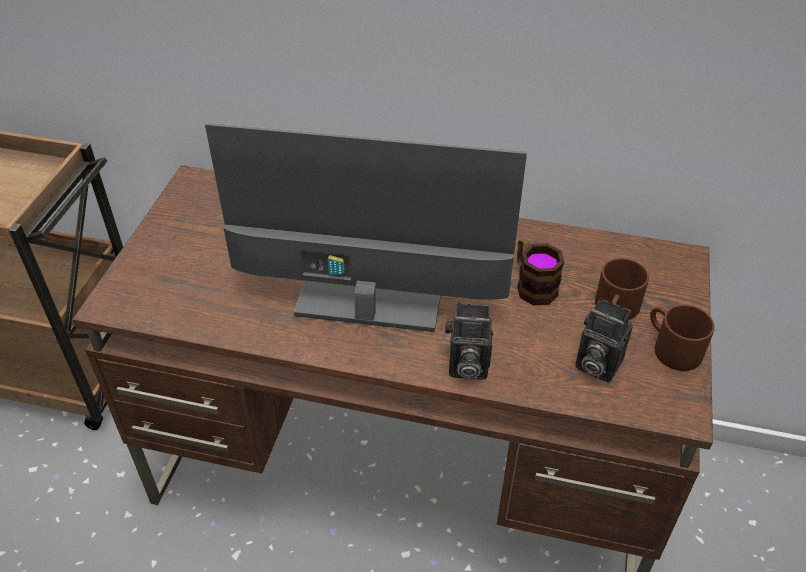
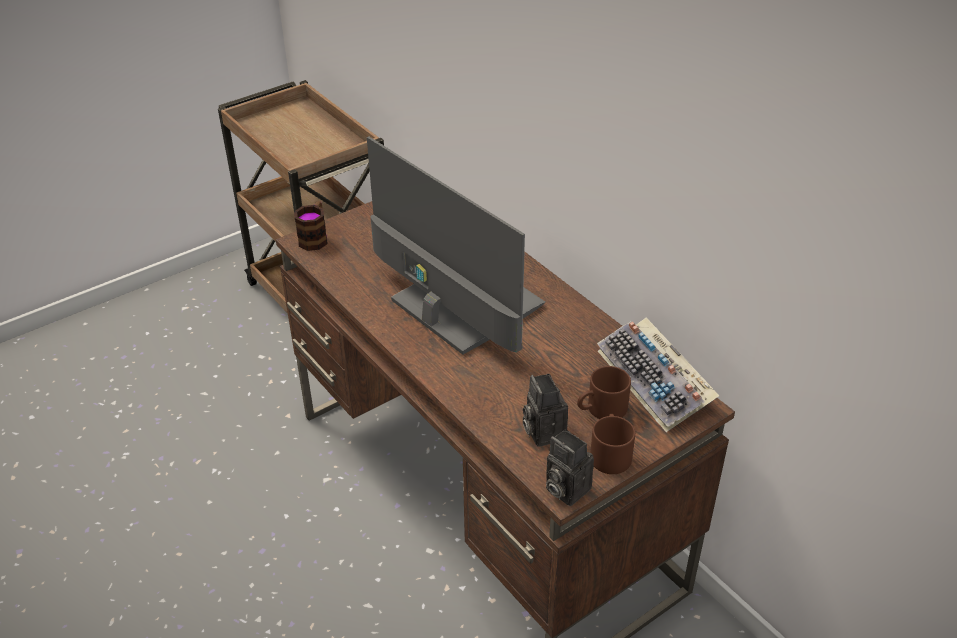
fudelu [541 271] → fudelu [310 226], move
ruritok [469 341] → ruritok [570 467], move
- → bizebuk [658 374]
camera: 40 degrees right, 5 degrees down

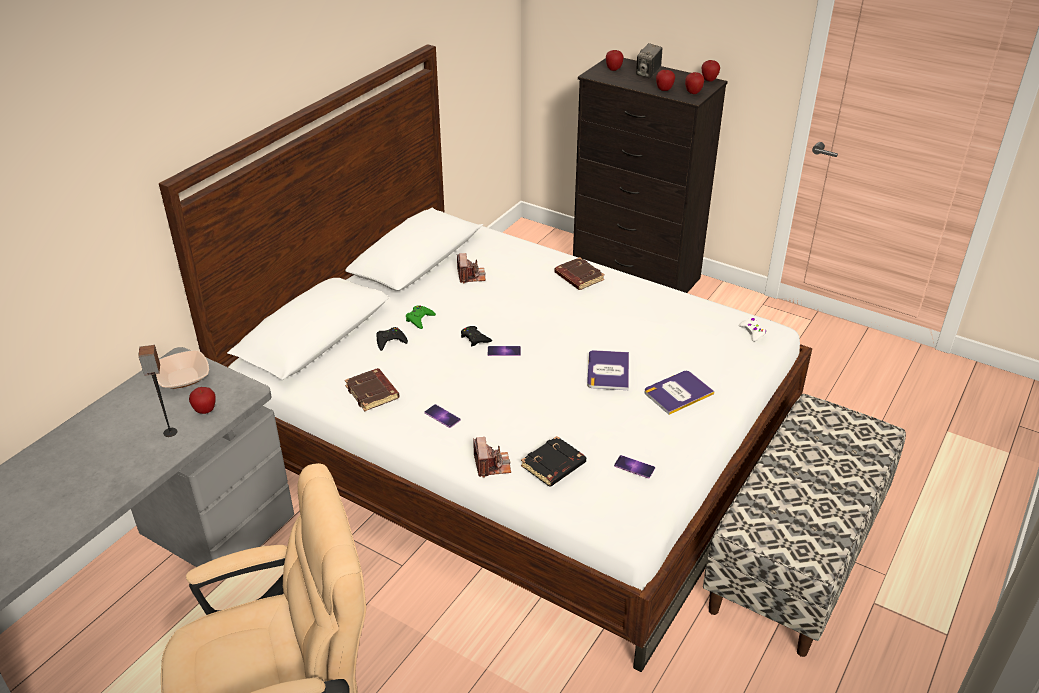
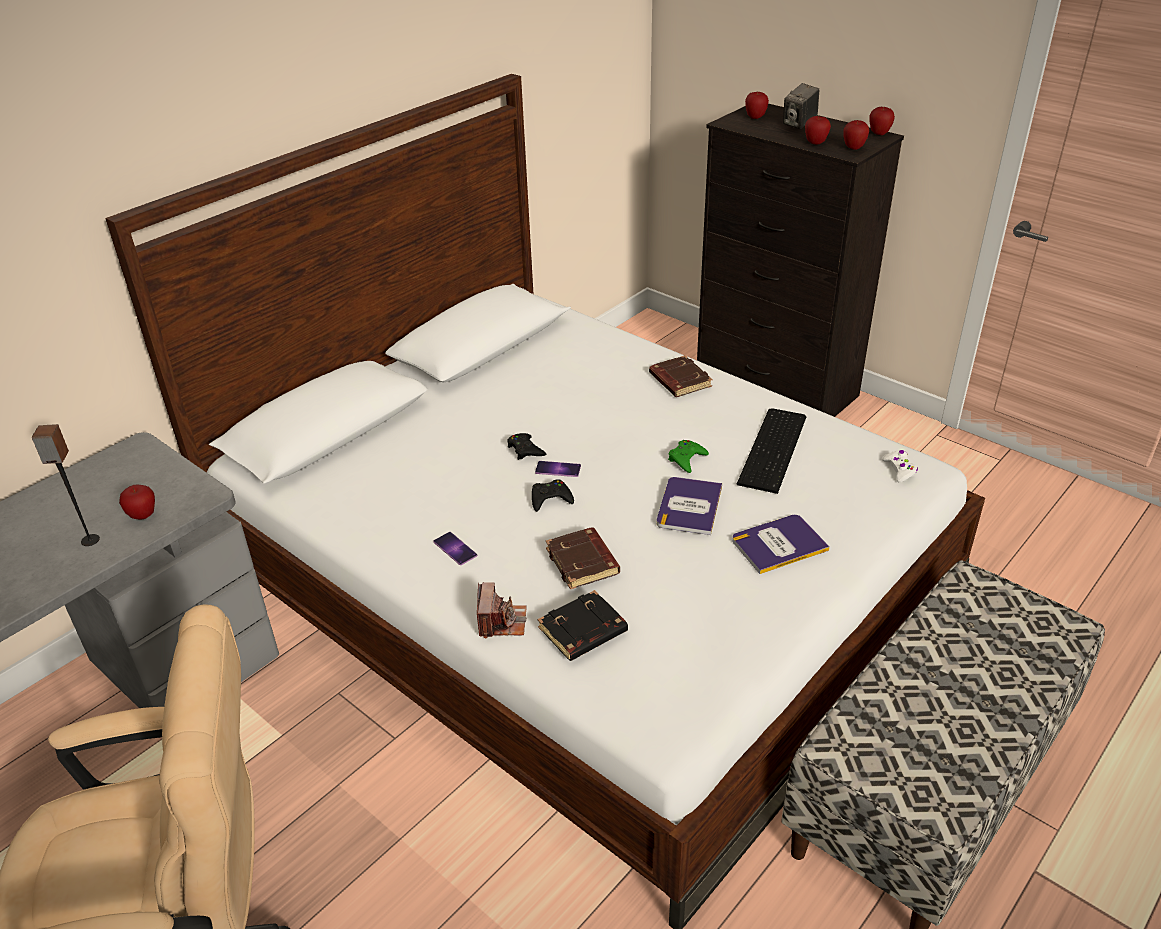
ruritok [471 268] → -
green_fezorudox [421 317] → green_fezorudox [688 456], move
black_fezorudox [392 339] → black_fezorudox [553 496], move
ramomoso [182 369] → -
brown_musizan [372 389] → brown_musizan [582 558], move
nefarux [634 466] → -
- → bizebuk [772 451]
camera: 10 degrees right, 0 degrees up

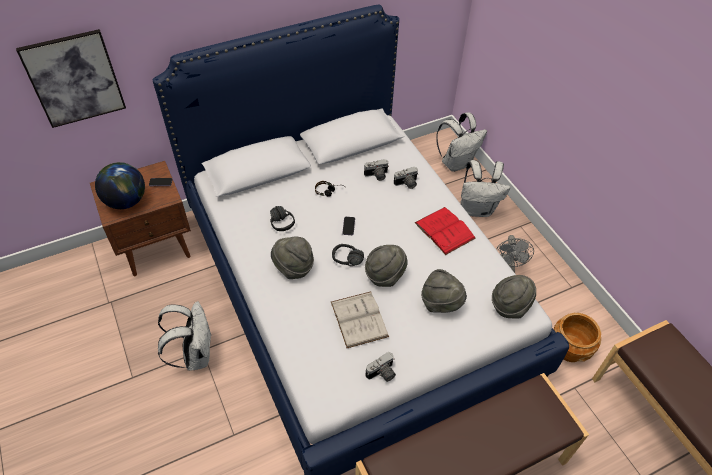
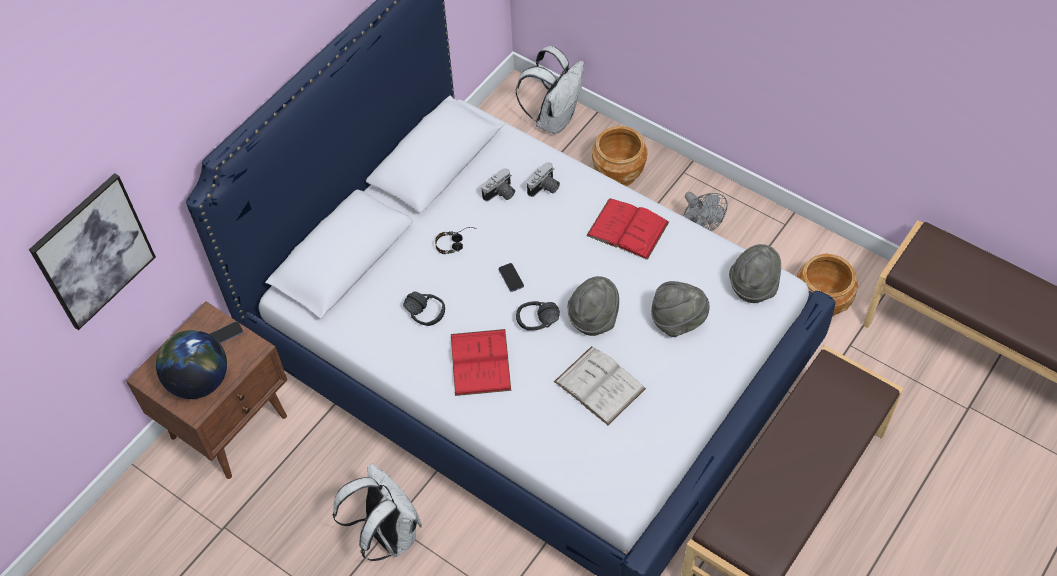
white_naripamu [485 188] → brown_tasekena [619 156]
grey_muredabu [292 258] → red_musizan [481 362]
ruritok [381 367] → -
camera: 25 degrees left, 5 degrees up

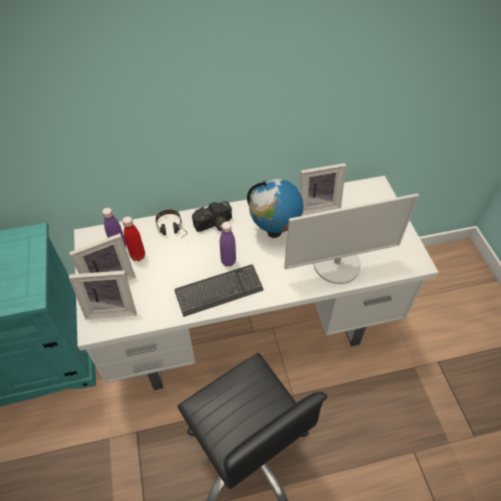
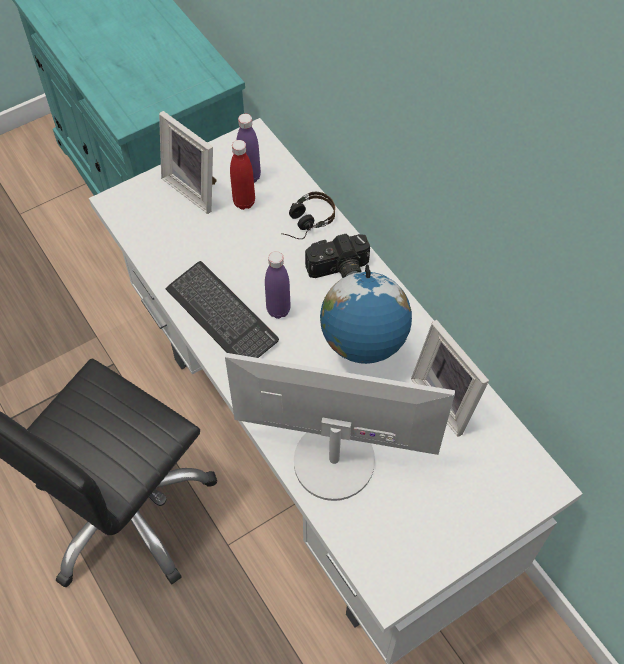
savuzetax [351 238] → savuzetax [340 427], 135 degrees clockwise
ruritok [212 216] → ruritok [337 256], 60 degrees counterclockwise
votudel [103 295] → -
camera: 70 degrees right, 5 degrees up

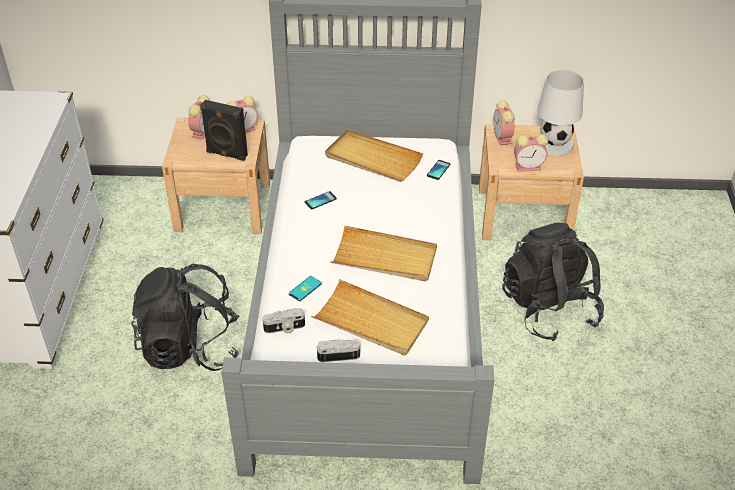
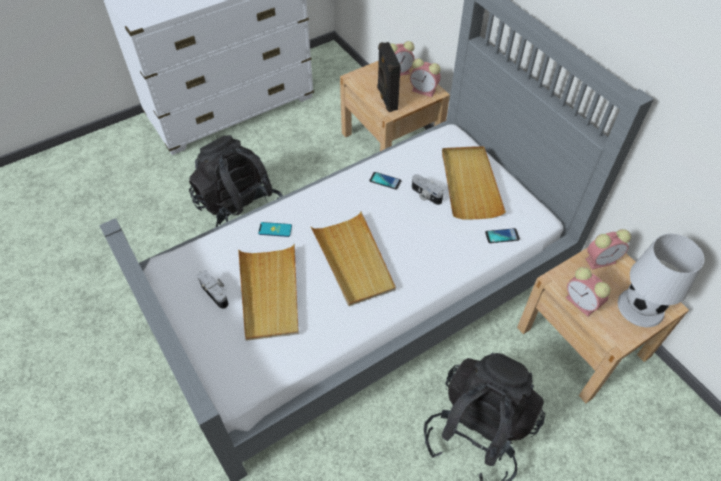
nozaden [504 123] → nozaden [608 249], 150 degrees counterclockwise
ruritok [283 320] → ruritok [428 189], move
camera: 55 degrees right, 10 degrees up

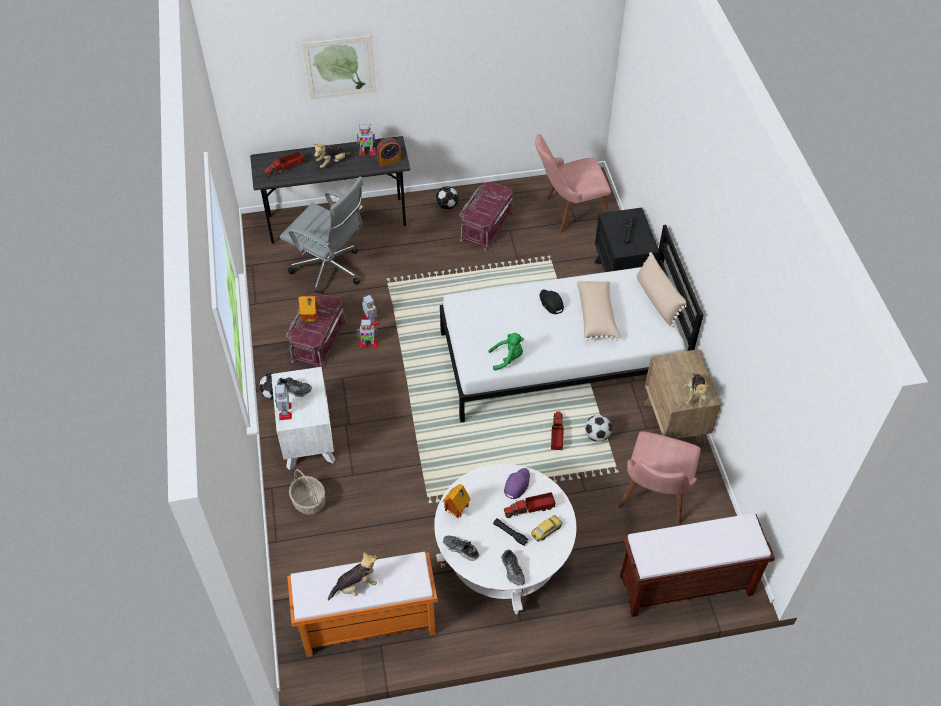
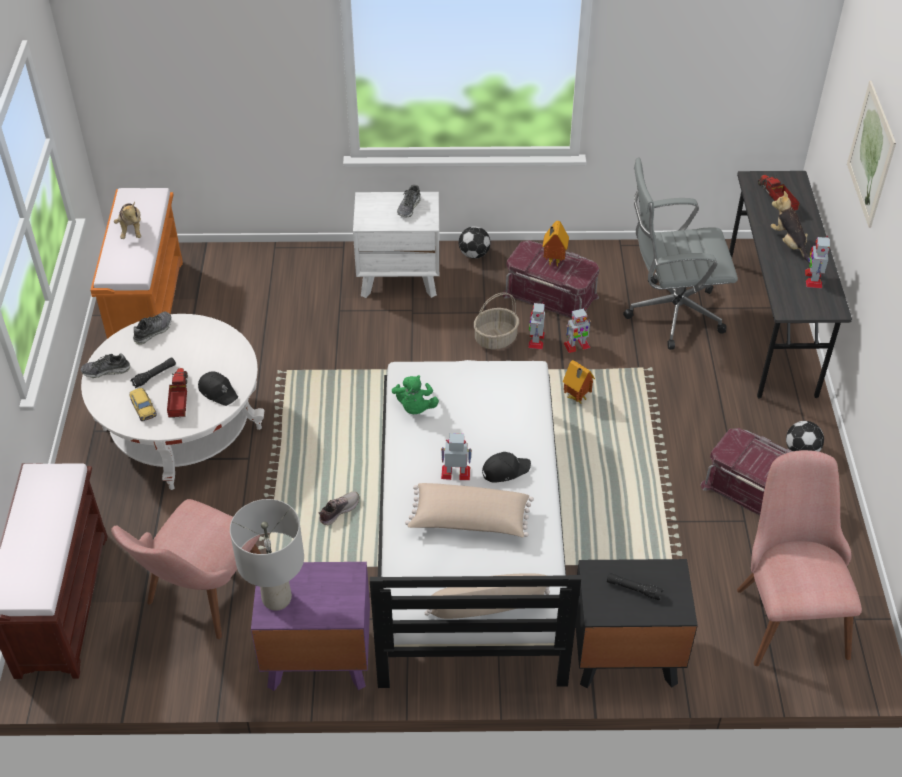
nozaden [389 152] → -
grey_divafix [322 234] → grey_divafix [680 253], 45 degrees clockwise
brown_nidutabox [682 397] → purple_nidutabox [310 626]
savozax [696 390] → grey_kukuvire [267 555]
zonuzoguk [283 401] → zonuzoguk [456 456], move
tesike [557 430] → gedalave [339 508]
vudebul [598 428] → -
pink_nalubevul [660 478] → pink_nalubevul [186 569], 90 degrees counterclockwise
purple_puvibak [517 483] → black_puvibak [218 388]
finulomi [307 492] → finulomi [496 321], move
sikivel [456 501] → sikivel [579 382], move
camera: 100 degrees right, 5 degrees down

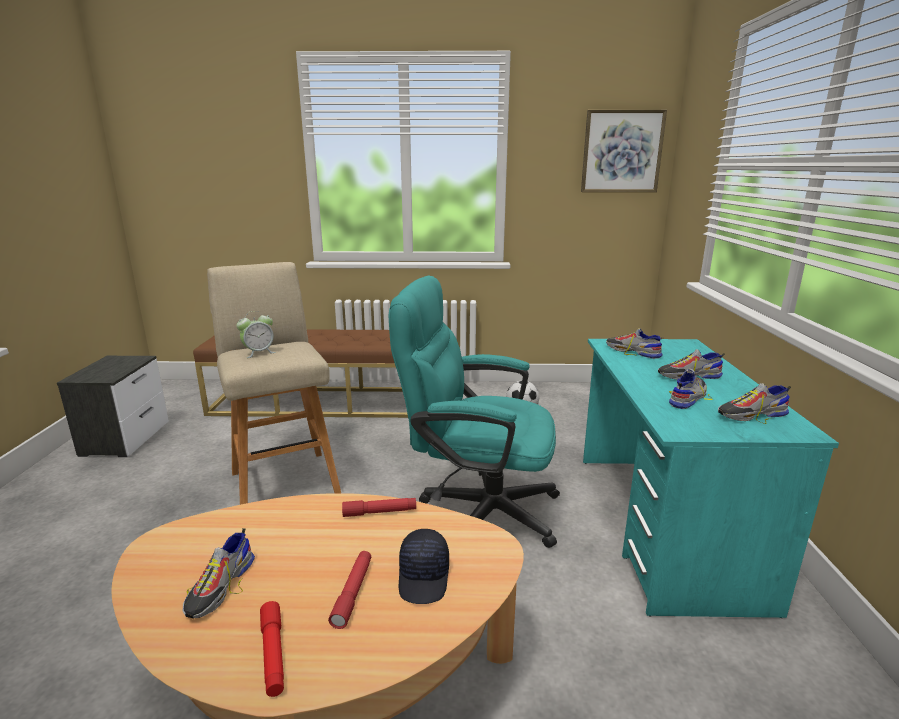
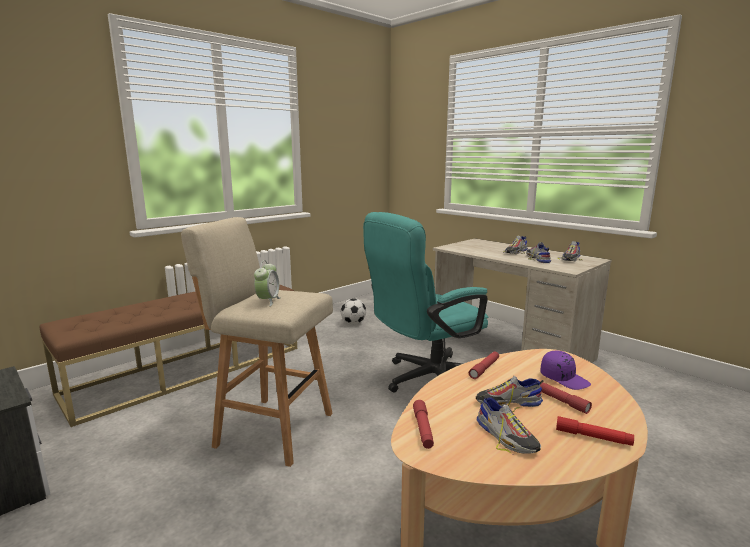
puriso [624 151] → -
gedalave [634 343] → gedalave [509 394], move
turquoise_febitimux [711 478] → beige_febitimux [522 301]
black_puvibak [424 566] → purple_puvibak [565 370]
- → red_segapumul [423 424]
camera: 45 degrees left, 5 degrees down

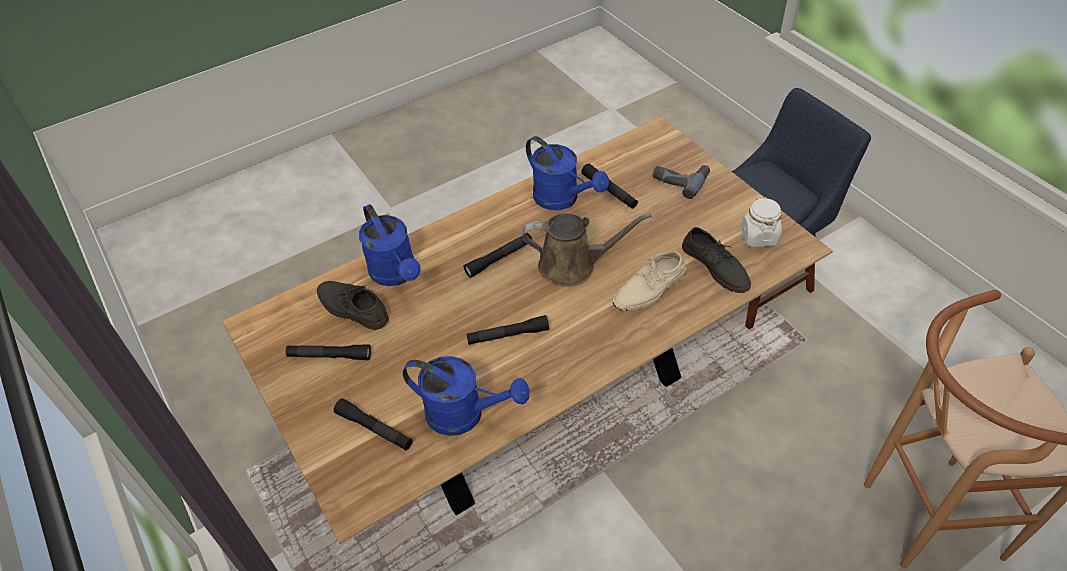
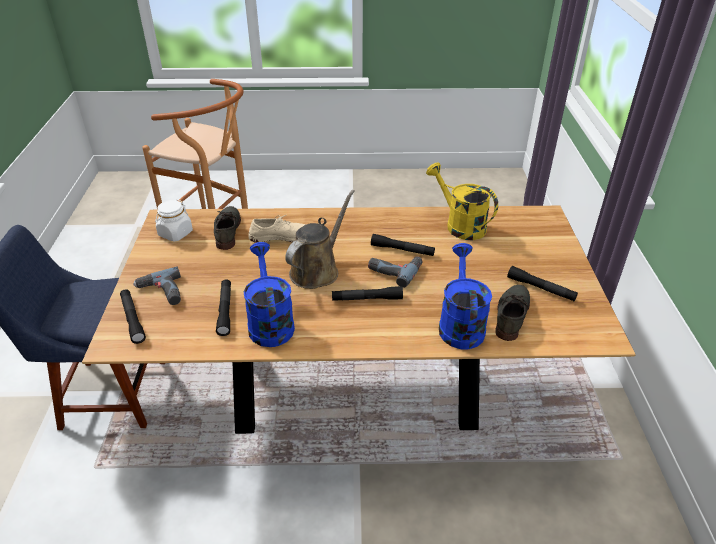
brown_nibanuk [587 250] → brown_nibanuk [320 239], 90 degrees clockwise
grey_gedalave [353 305] → grey_gedalave [512 313], 135 degrees counterclockwise
blue_nibanuk [466 396] → yellow_nibanuk [462 201]
black_segapumul [373 424] → black_segapumul [133 316], move
- → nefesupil [395 272]
camera: 150 degrees left, 10 degrees down

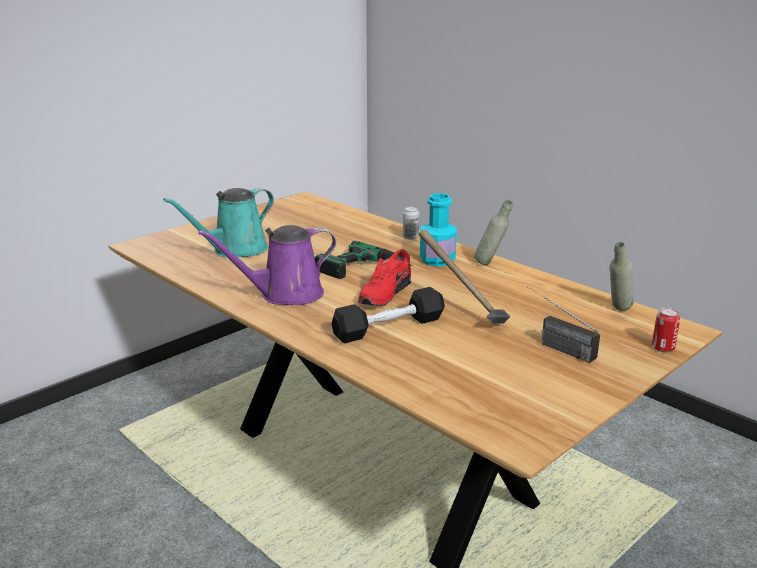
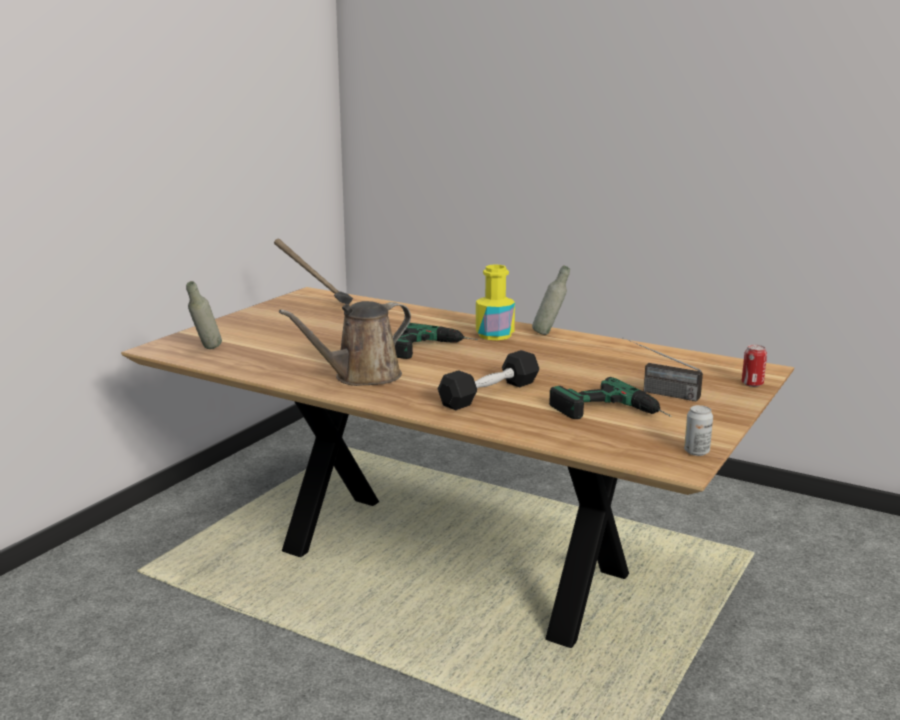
turquoise_nibanuk [218 223] → -
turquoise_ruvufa [438 229] → yellow_ruvufa [495 302]
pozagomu [411 223] → pozagomu [698 430], move
purple_nibanuk [267 265] → brown_nibanuk [345 343]
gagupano [464 276] → gagupano [313 271], move
grey_ruvufa [622 276] → grey_ruvufa [204 315], move
red_gedalave [384 277] → -
- → nefesupil [610 398]
camera: 15 degrees left, 5 degrees down

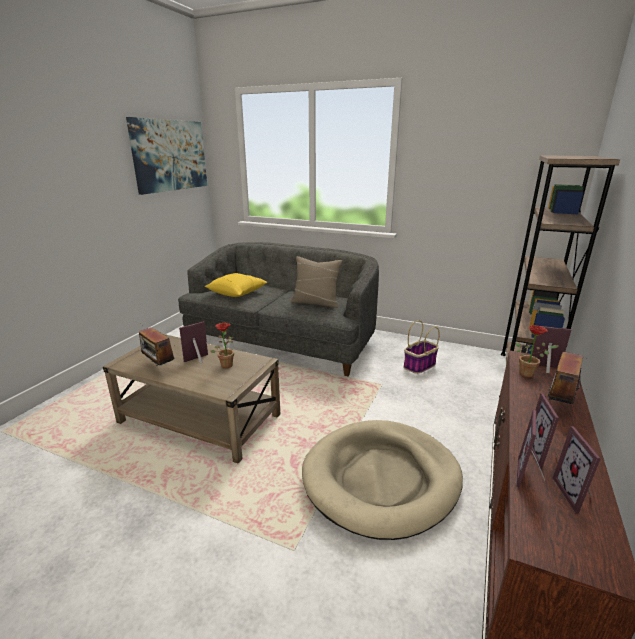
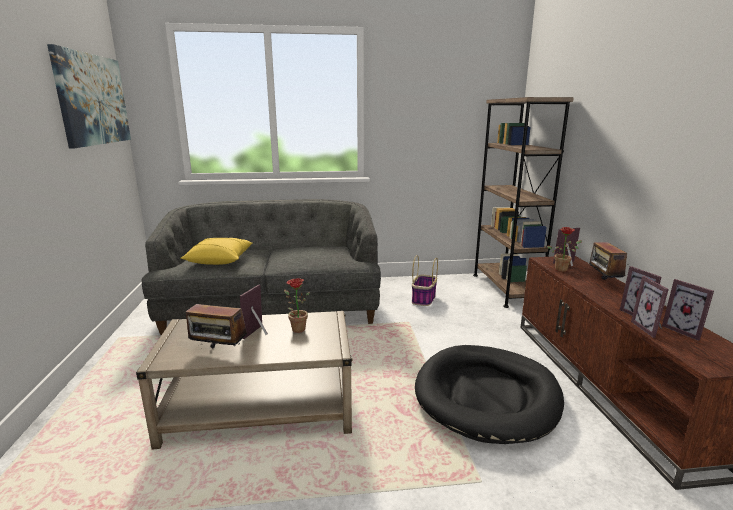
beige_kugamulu [316 282] → -
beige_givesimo [382 480] → black_givesimo [489 394]
camera: 30 degrees left, 5 degrees down

